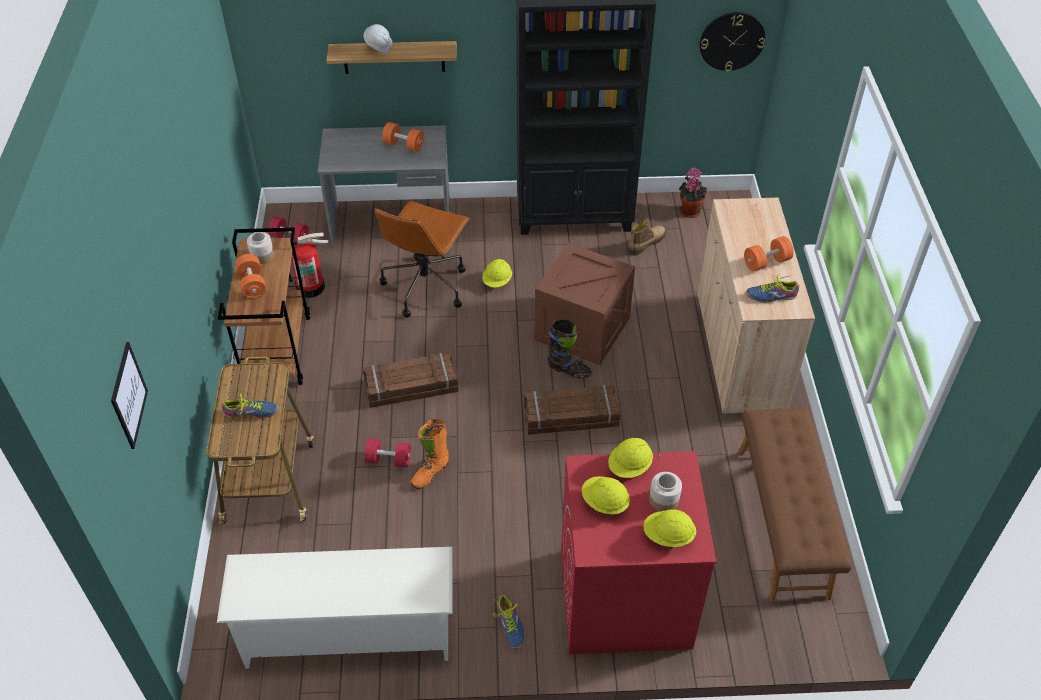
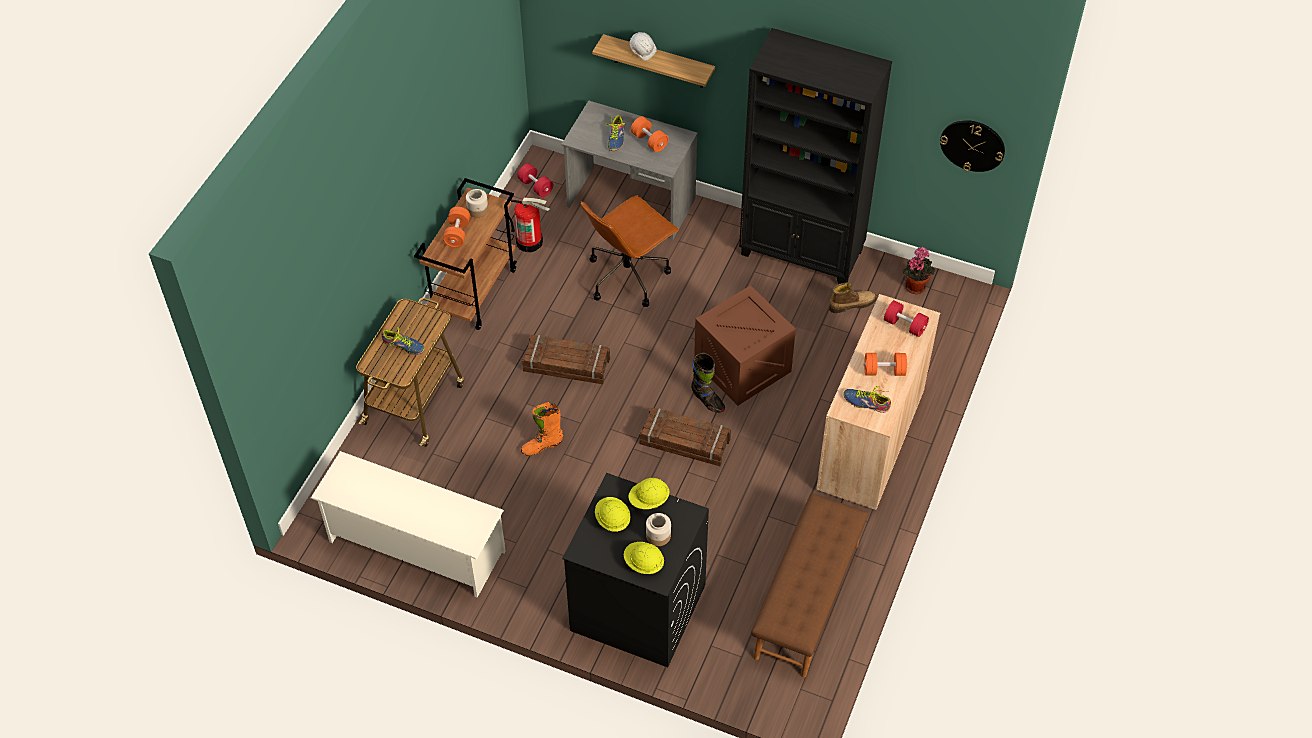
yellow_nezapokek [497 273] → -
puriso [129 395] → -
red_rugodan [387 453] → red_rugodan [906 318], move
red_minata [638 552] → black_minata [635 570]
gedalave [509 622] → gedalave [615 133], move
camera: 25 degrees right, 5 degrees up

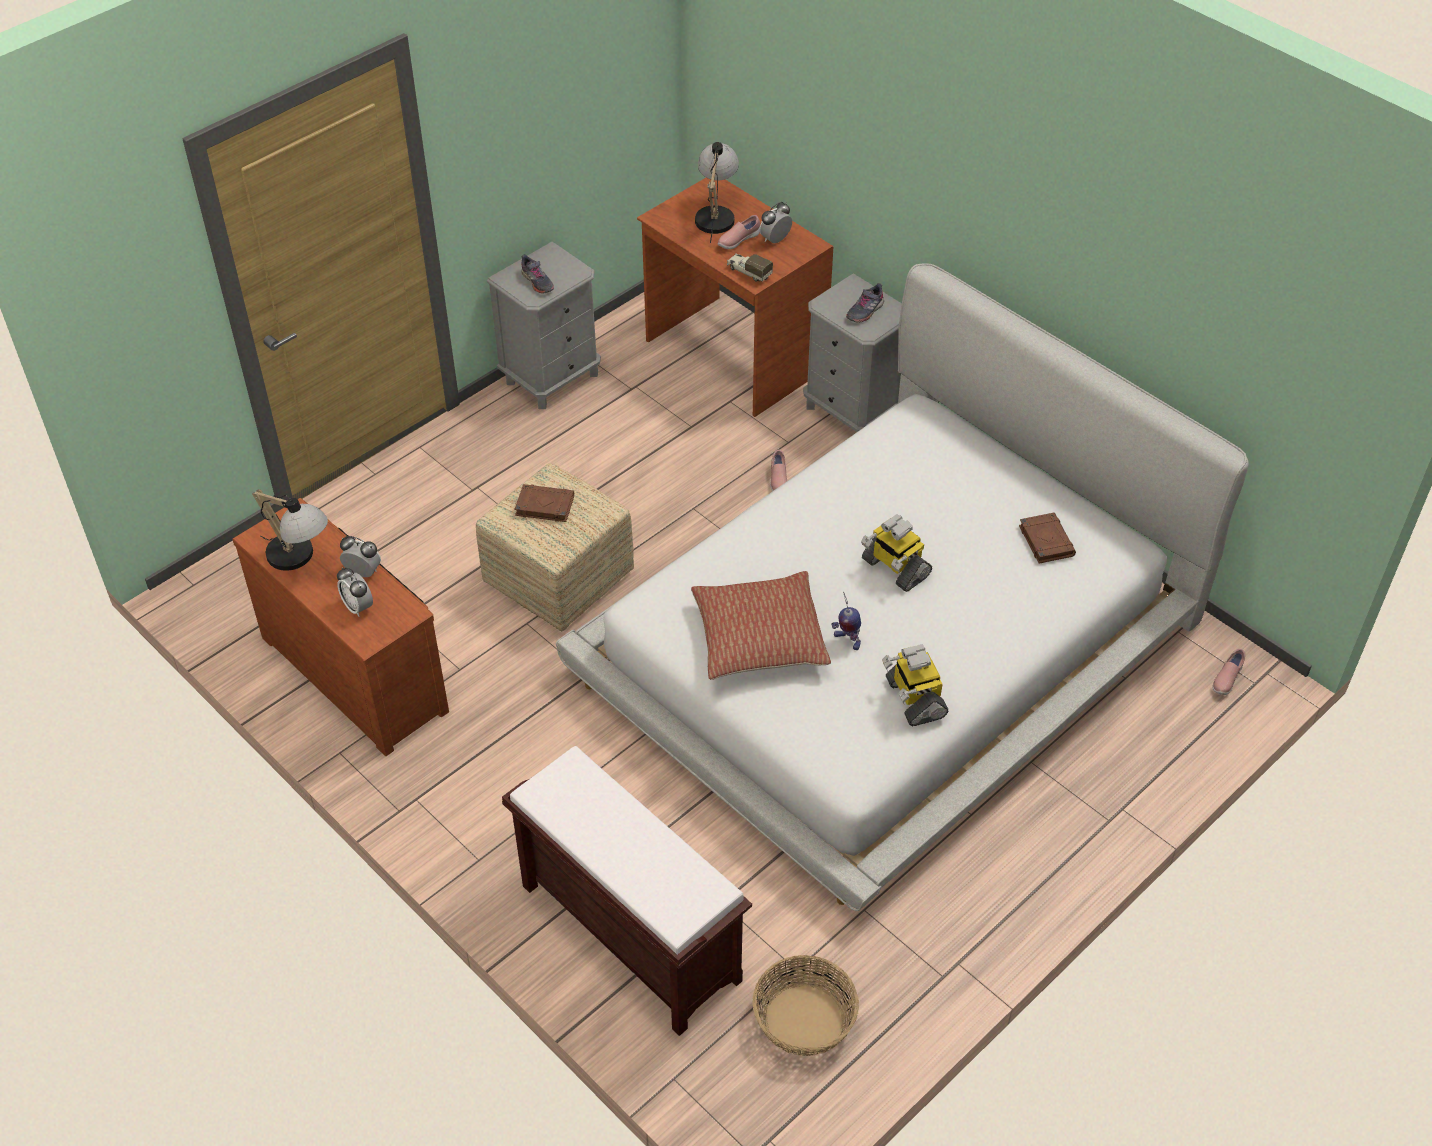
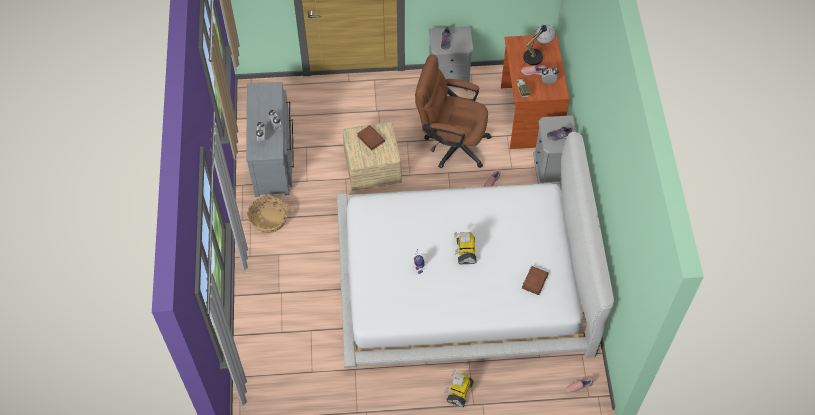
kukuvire [290 530] → -
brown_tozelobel [340 627] → grey_tozelobel [270 139]
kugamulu [761 625] → -
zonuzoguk [915 685] → zonuzoguk [459 388], move
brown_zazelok [627 891] → -
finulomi [806 1005] → finulomi [267 214], move
- → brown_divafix [453 112]
camera: 40 degrees right, 10 degrees up

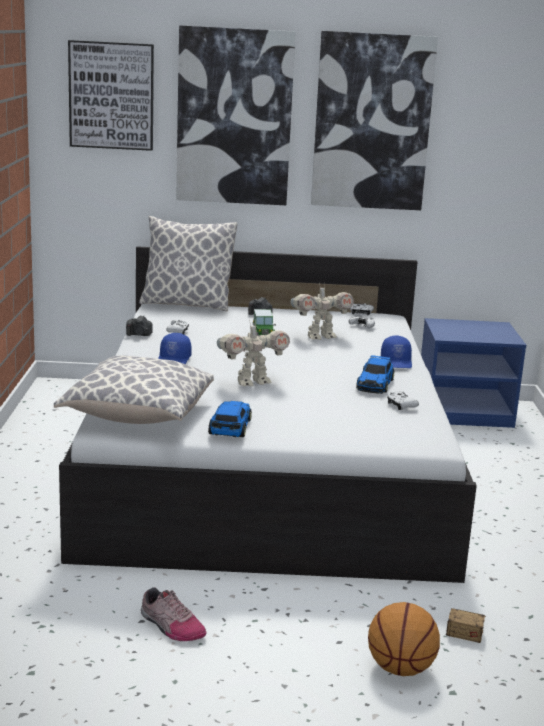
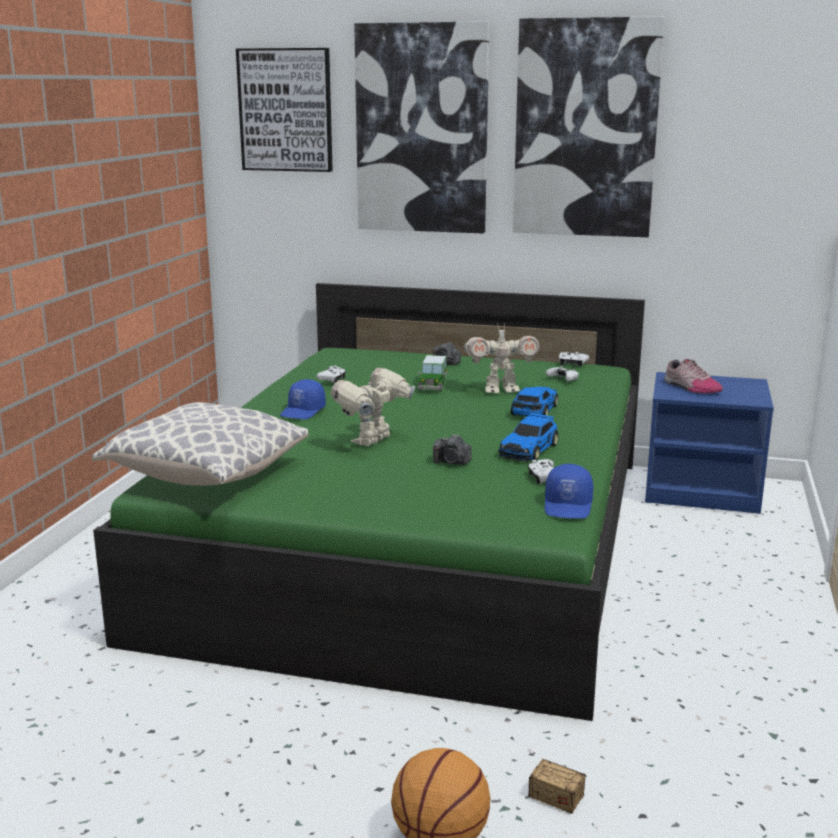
kugamulu [188 263] → -
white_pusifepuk [268 414] → green_pusifepuk [369 502]
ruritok [139 325] → ruritok [452 449], move
zonuzoguk [253 353] → zonuzoguk [373 405], 135 degrees clockwise
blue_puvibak [396 351] → blue_puvibak [569 491], move
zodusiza [230 419] → zodusiza [534 402], move
gedalave [174 614] → gedalave [693 376], move
camera: 15 degrees right, 0 degrees up

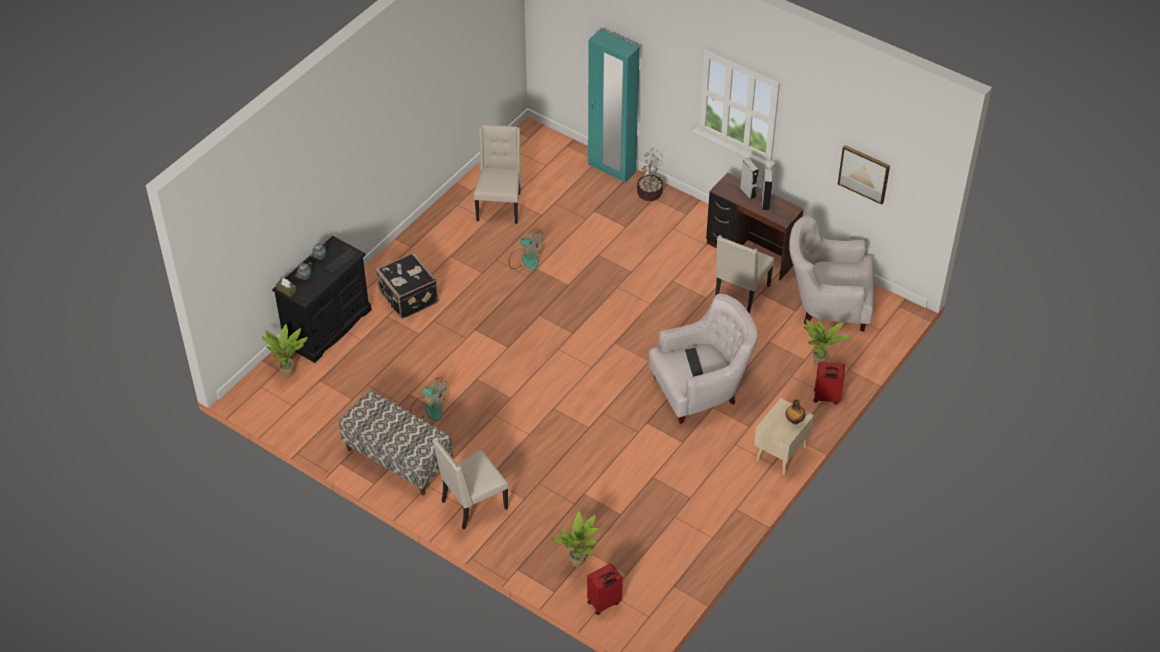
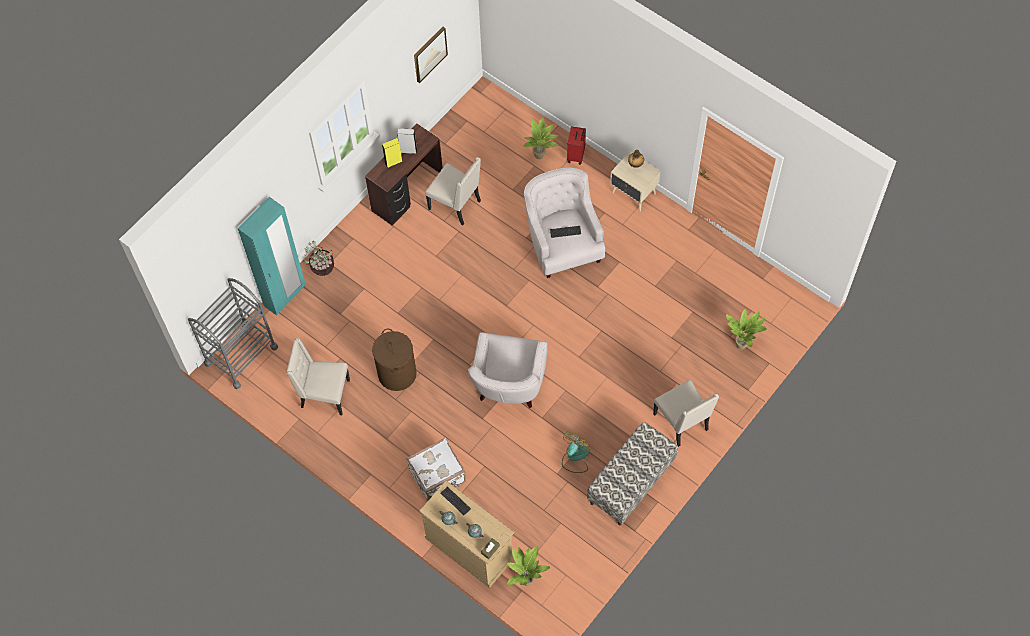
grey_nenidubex [749 179] → yellow_nenidubex [392 153]
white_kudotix [831 273] → white_kudotix [507 370], move
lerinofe [527 249] → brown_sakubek [394 360]
black_tozelobel [322 299] → beige_tozelobel [467 534]
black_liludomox [407 285] → white_liludomox [436 469]
red_liludomox [605 589] → -
- → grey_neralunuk [233 333]
camera: 85 degrees left, 15 degrees up

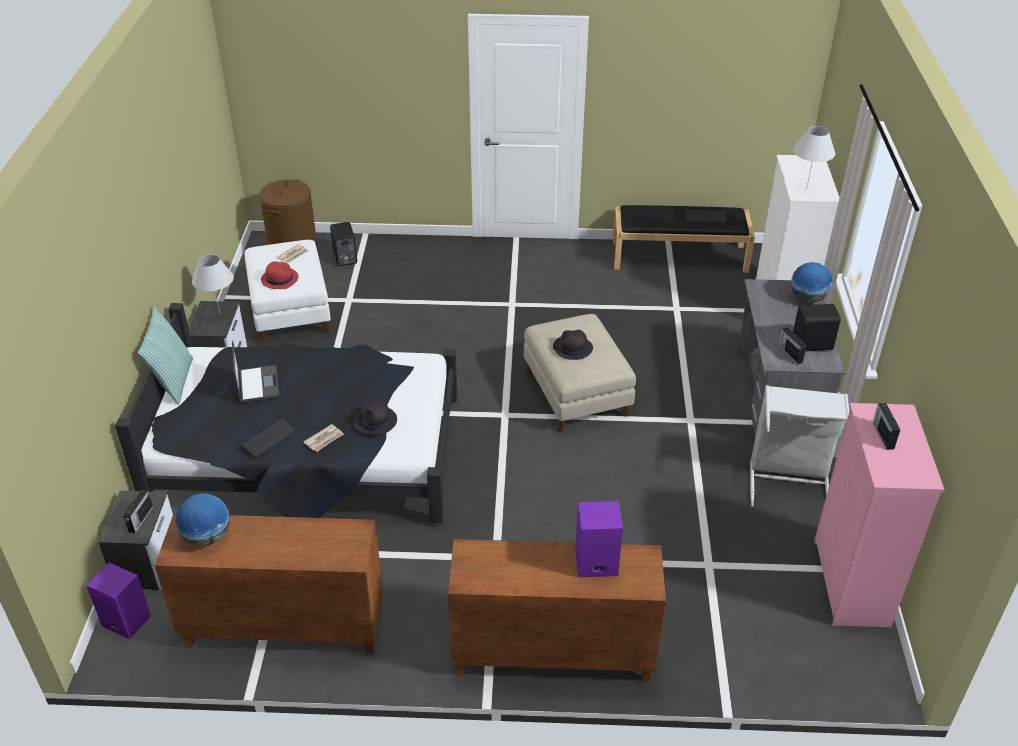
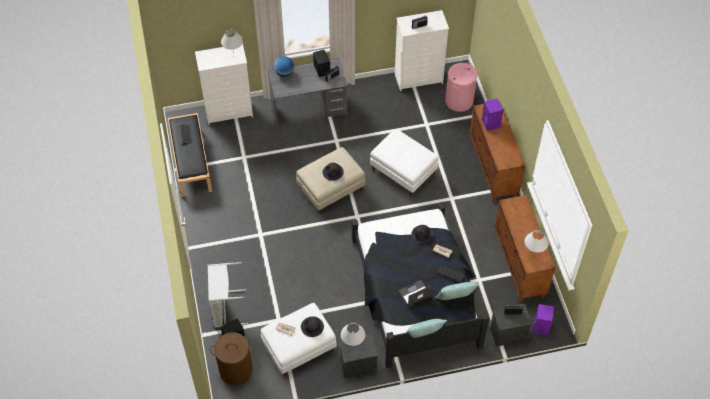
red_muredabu [279 275] → black_muredabu [312 326]
grey_sakubek [799 446] → grey_sakubek [228 295], move
pink_tozelobel [879 515] → white_tozelobel [422 50]
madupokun [202 519] → white_kukuvire [537 242]
- → pink_sakubek [461 87]
- → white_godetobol [404 163]
- → kugamulu [457 291]
camera: 105 degrees left, 15 degrees up

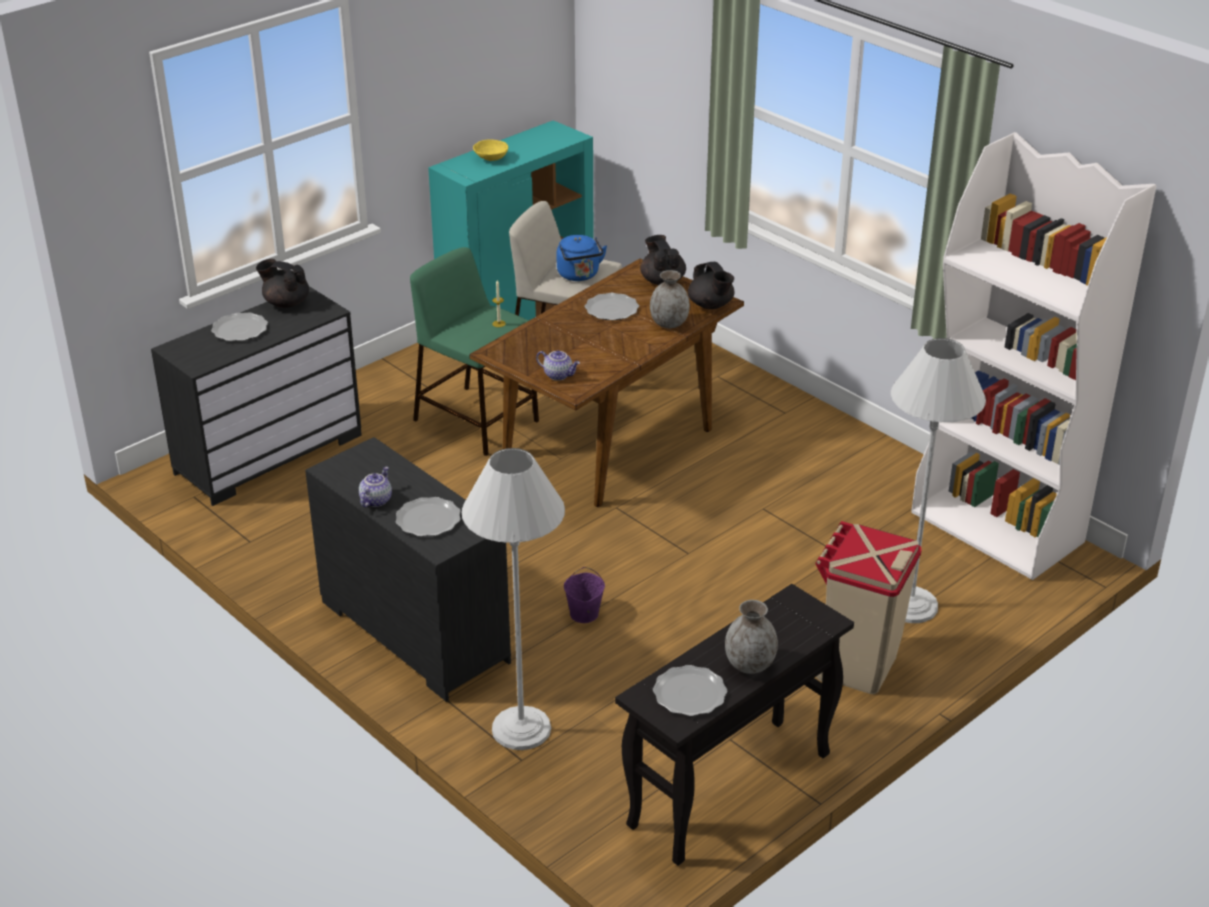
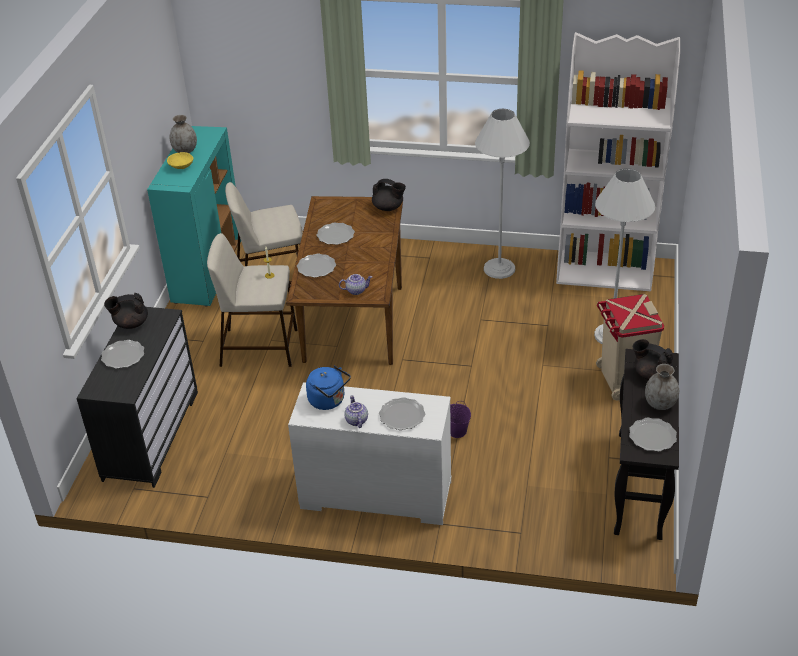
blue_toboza [581 258] → blue_toboza [328 388], move
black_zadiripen [663 260] → black_zadiripen [653 359], move
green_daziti [474 351] → beige_daziti [252 300]
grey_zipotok [670 299] → grey_zipotok [183 134], move
black_tozelobel [408 569] → white_tozelobel [369 453]
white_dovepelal [513 599] → white_dovepelal [502 194], move
- → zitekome [316 266]
camera: 35 degrees left, 5 degrees up

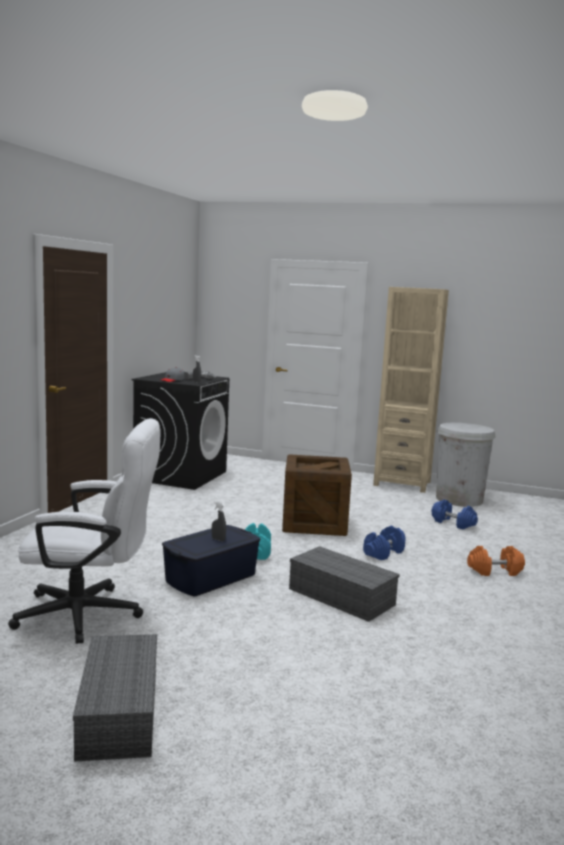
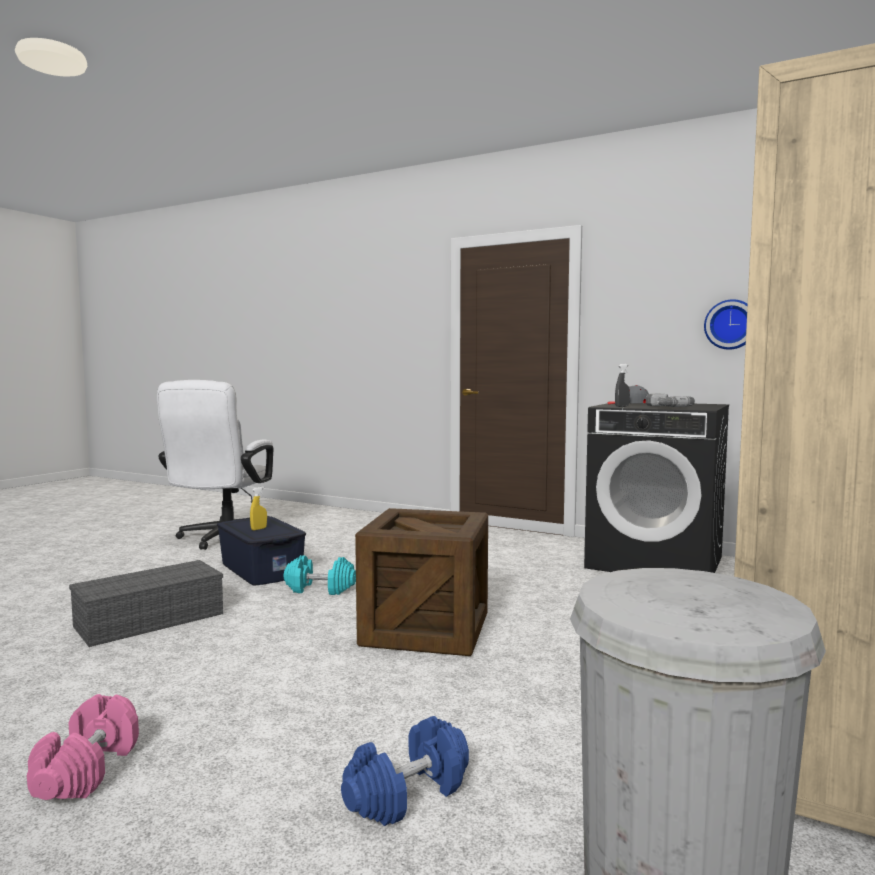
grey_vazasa [219 522] → yellow_vazasa [258 508]
blue_rugodan [384 543] → -
orange_rugodan [496 561] → pink_rugodan [83 747]
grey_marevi [115 698] → -
- → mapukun [726 324]
camera: 100 degrees right, 5 degrees down

